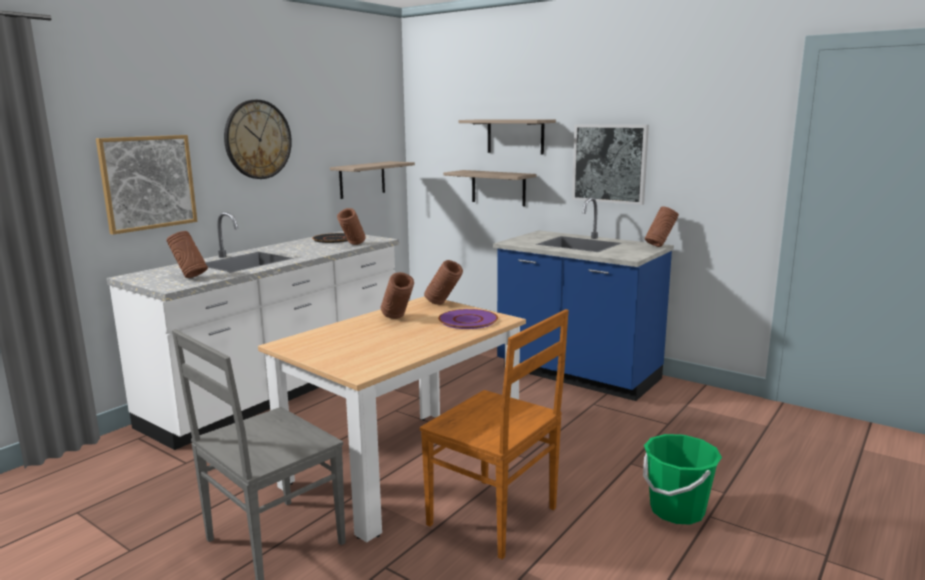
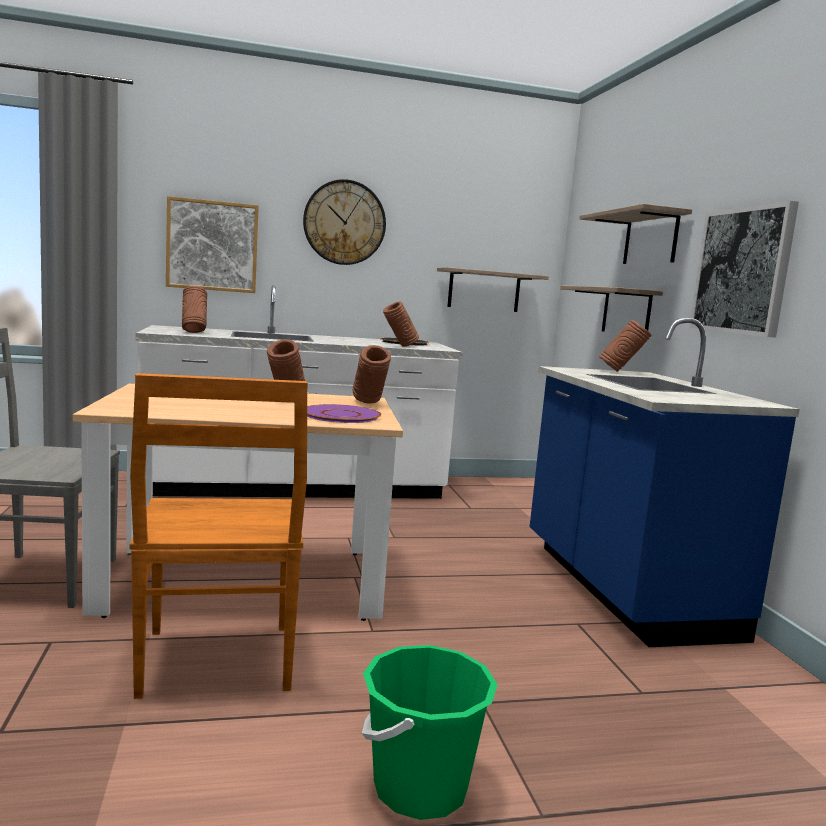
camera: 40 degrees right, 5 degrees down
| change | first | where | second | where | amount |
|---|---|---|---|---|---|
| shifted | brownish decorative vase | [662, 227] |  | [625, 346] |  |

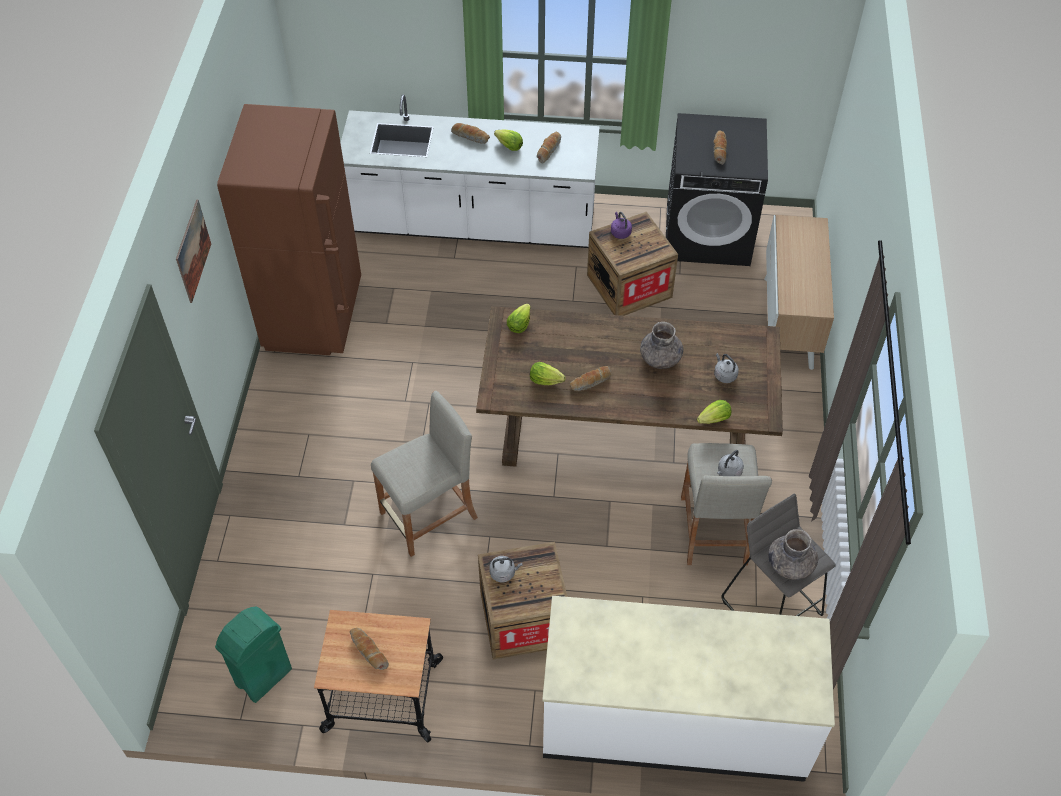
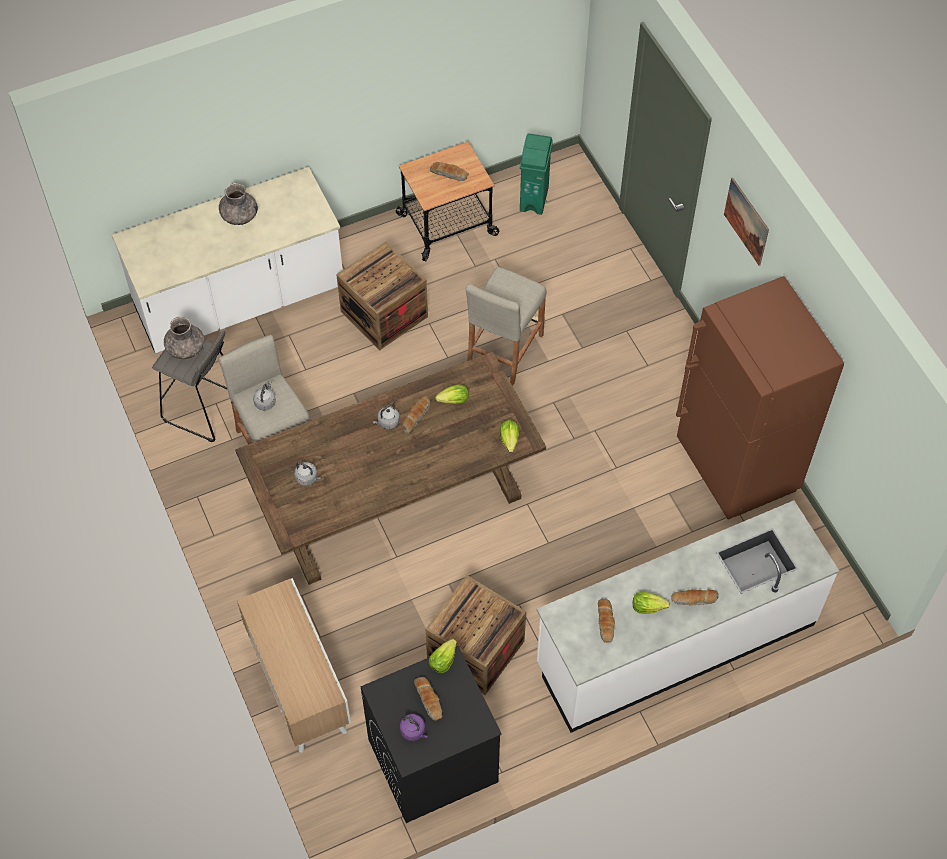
camera: 150 degrees right, 5 degrees up
| change | first | where | second | where | amount |
|---|---|---|---|---|---|
| shifted | gray tea kettle | [506, 569] |  | [386, 416] |  |
| shifted | purple tea kettle | [621, 225] |  | [413, 727] |  |
| shifted | gray decorative vase | [662, 345] |  | [238, 204] |  |
| shifted | lettuce | [714, 412] |  | [443, 656] |  |

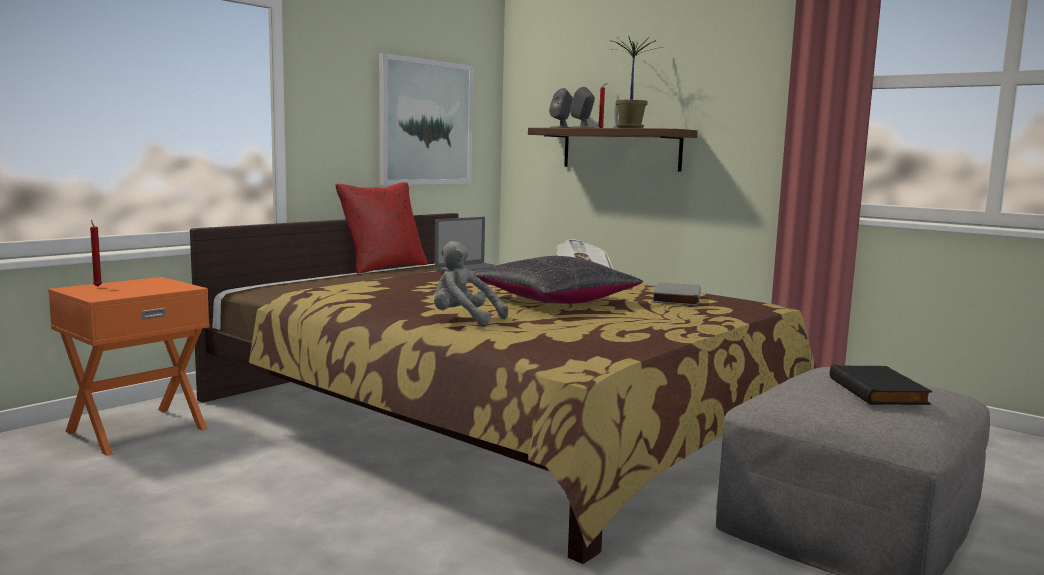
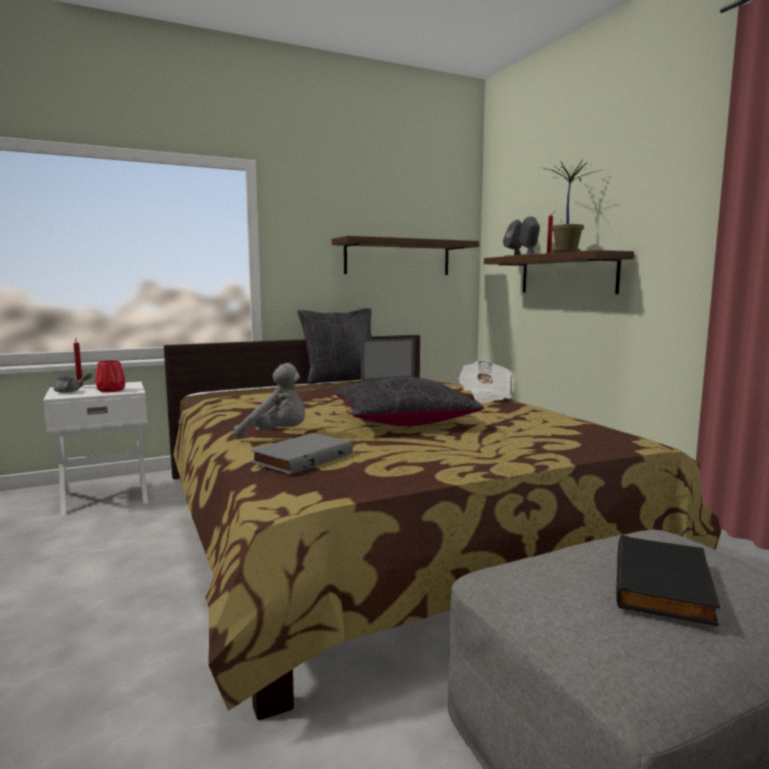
camera: 25 degrees right, 0 degrees up
| change | first | where | second | where | amount |
|---|---|---|---|---|---|
| repainted | orange nightstand | [128, 366] | white nightstand | [95, 449] |  |
| repainted | red cushion | [382, 228] | black cushion | [335, 346] |  |
| swapped | wall picture | [426, 119] | wall shelf | [405, 255] |  |
| rotated | gray plush toy | [471, 283] |  | [269, 401] | 150 degrees clockwise |
| shifted | gray volume | [676, 294] |  | [302, 453] |  |
| new |  |  | gray pot for tea | [73, 382] |  |
| new |  |  | red decorative vase | [110, 376] |  |

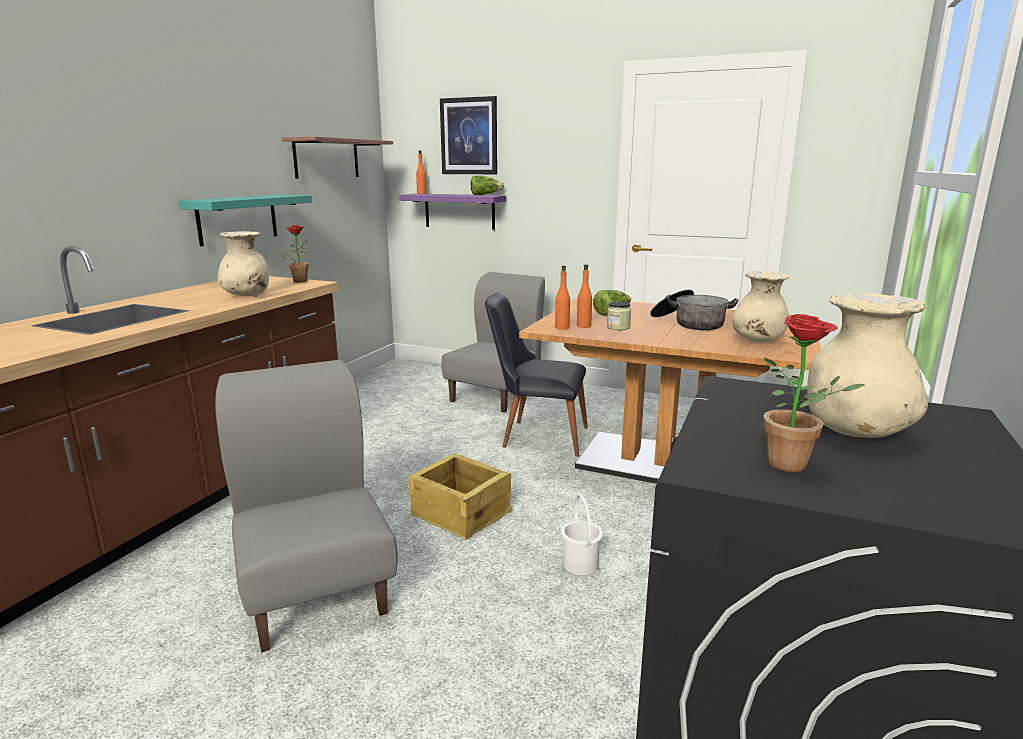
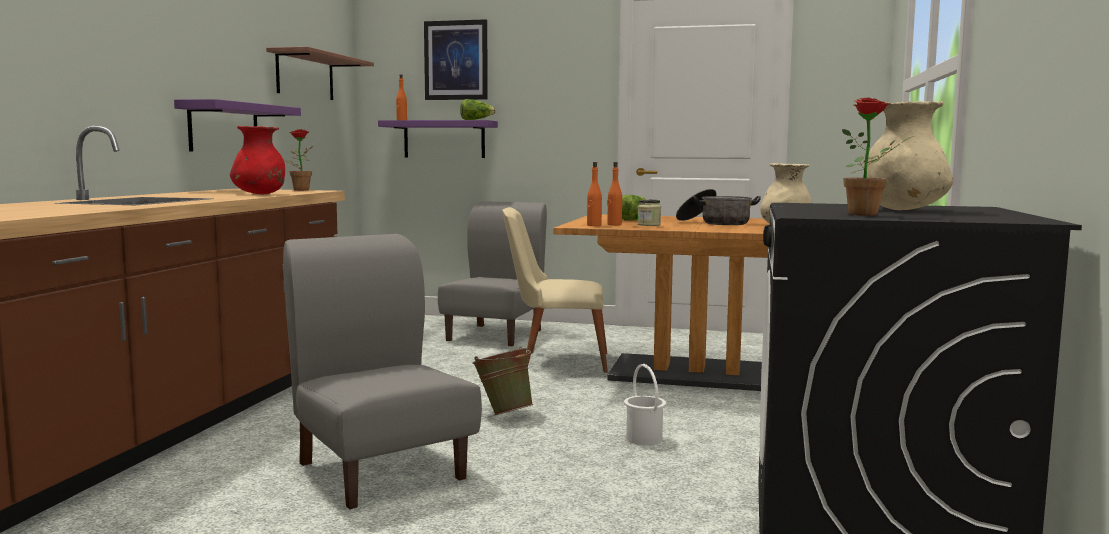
camera: 10 degrees left, 10 degrees down
| change | first | where | second | where | amount |
|---|---|---|---|---|---|
| repainted | turquoise-coloured wall shelf | [245, 221] | purple wall shelf | [237, 125] |  |
| repainted | sand-coloured decorative vase | [243, 263] | red decorative vase | [257, 160] |  |
| swapped | packing crate | [460, 496] | green water bucket | [502, 381] |  |
| repainted | black plain chair | [536, 374] | sand-coloured plain chair | [555, 290] |  |

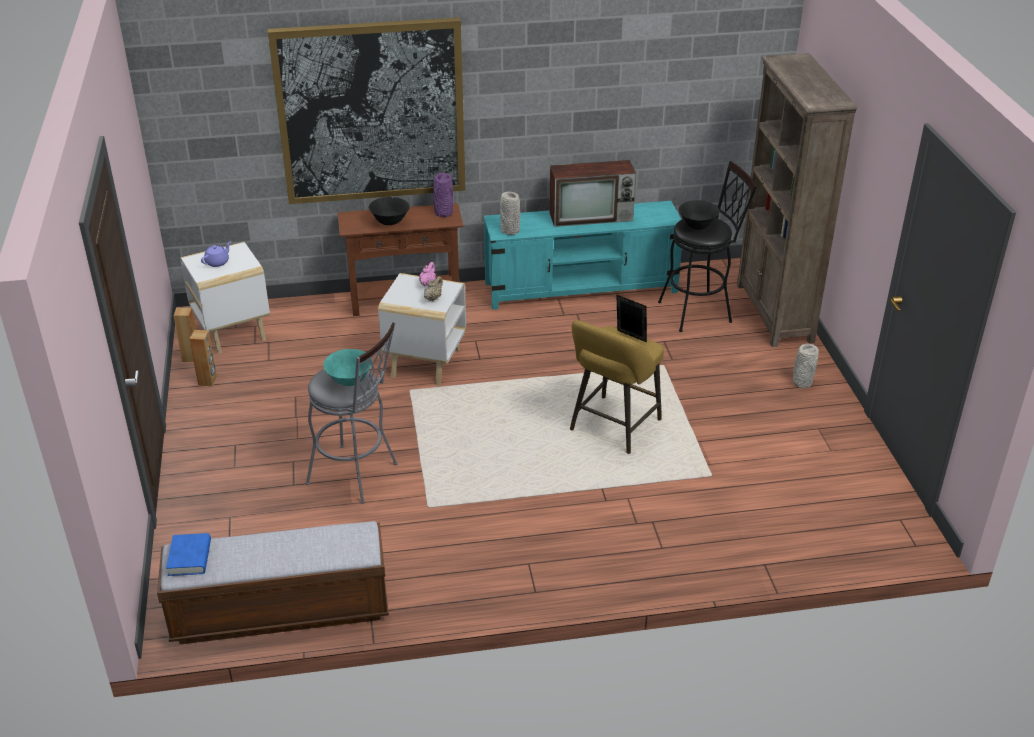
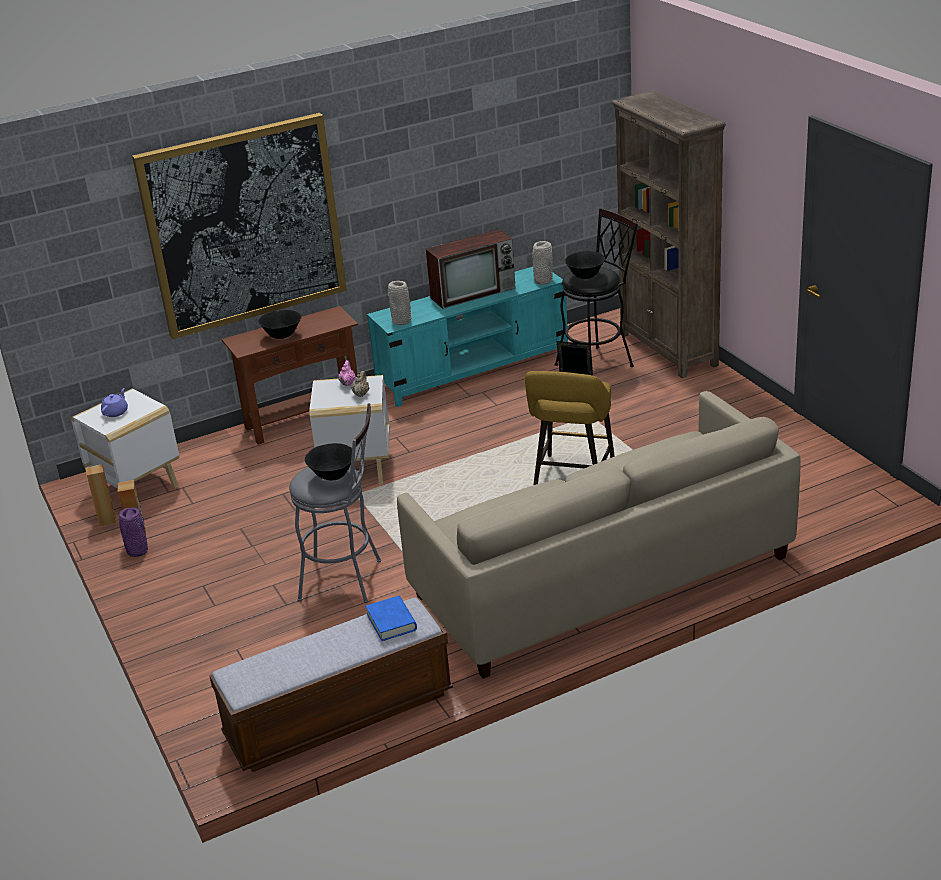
camera: 15 degrees left, 5 degrees down
| change | first | where | second | where | amount |
|---|---|---|---|---|---|
| shifted | bluish volume | [188, 554] |  | [391, 618] |  |
| repainted | turquoise-coloured serving bowl | [347, 367] | black serving bowl | [328, 462] |  |
| shifted | purple decorative vase | [443, 195] |  | [133, 532] |  |
| shifted | gray decorative vase | [806, 365] |  | [543, 263] |  |
| new |  |  | sand-coloured settee | [599, 535] |  |

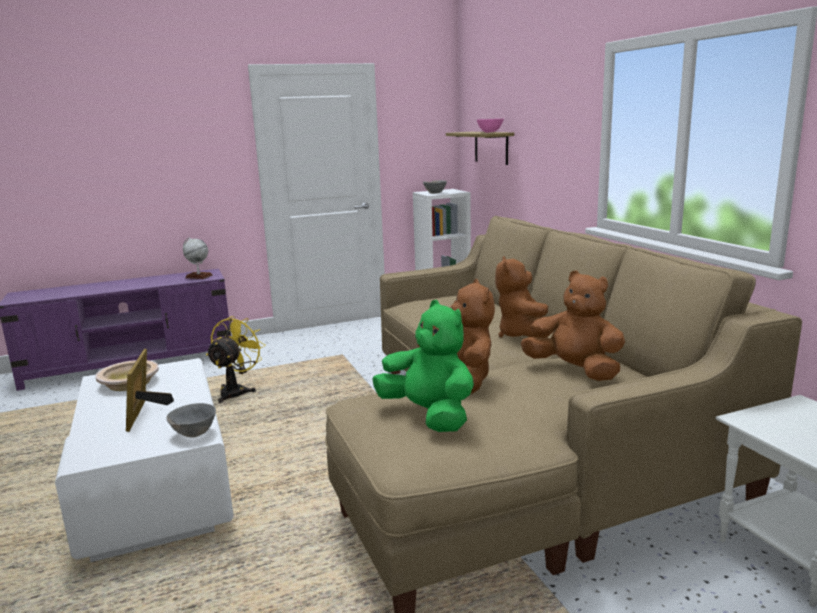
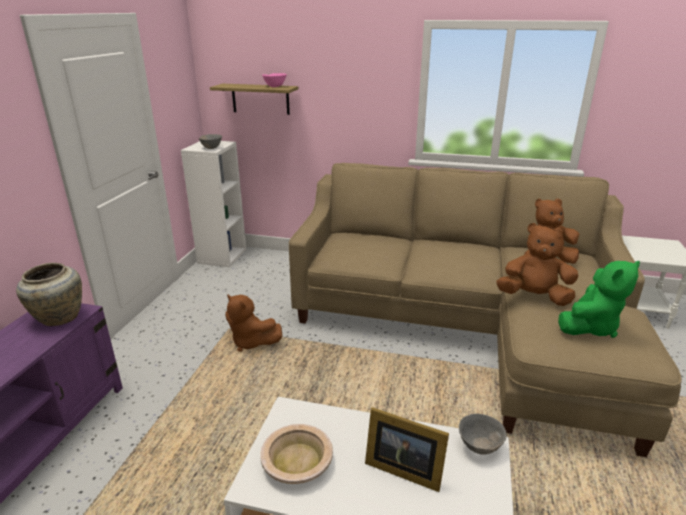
camera: 55 degrees left, 10 degrees up
| change | first | where | second | where | amount |
|---|---|---|---|---|---|
| swapped | world globe | [198, 258] | sand-coloured decorative vase | [49, 294] |  |
| gone | yellowish electric fan | [236, 359] |  |  |  |
| rotated | green plush toy | [423, 366] |  | [599, 299] | 150 degrees clockwise |
| shifted | brownish plush toy | [524, 297] |  | [253, 323] |  |

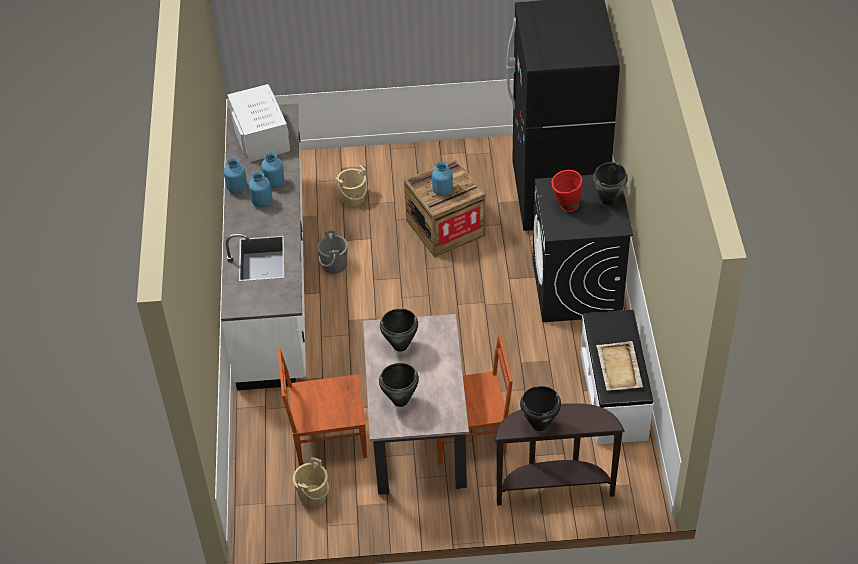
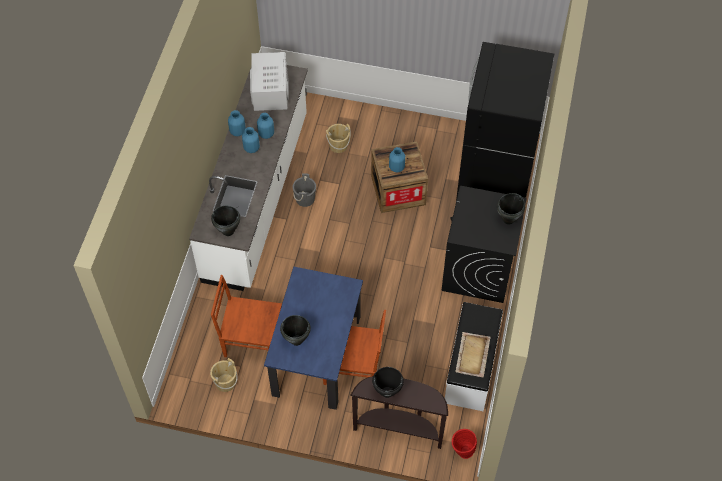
camera: 15 degrees right, 10 degrees up
| change | first | where | second | where | amount |
|---|---|---|---|---|---|
| repainted | sand-coloured dining table | [416, 404] | bluish dining table | [313, 338] |  |
| shifted | black stockpot | [399, 330] |  | [225, 221] |  |
| shifted | red decorative vase | [567, 191] |  | [464, 444] |  |

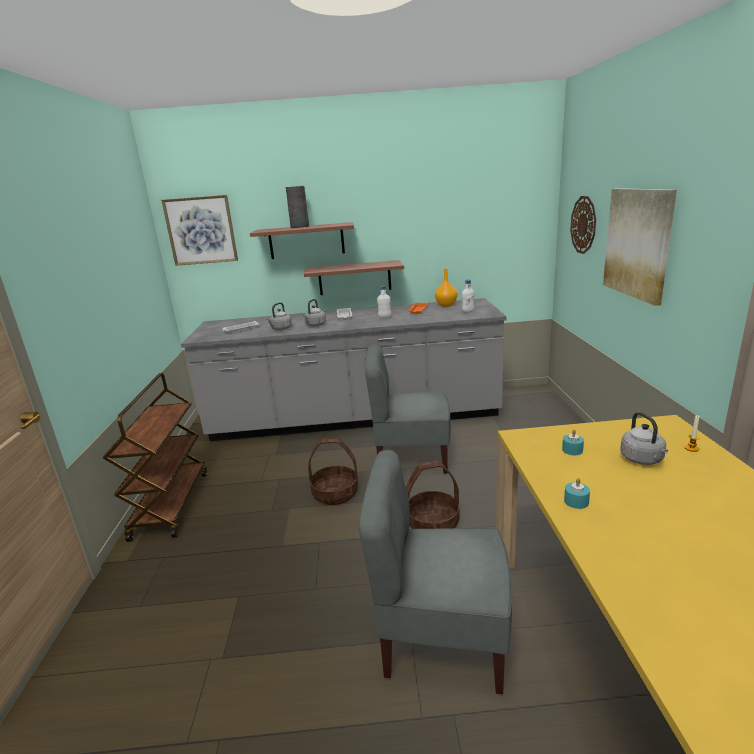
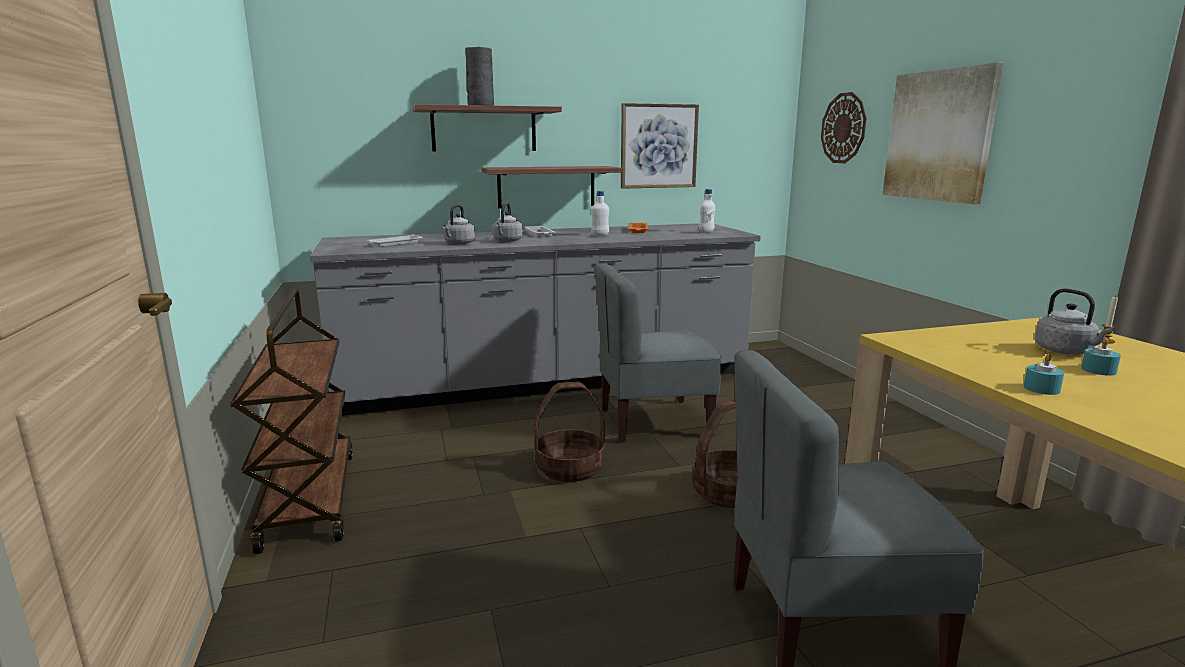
camera: 15 degrees left, 5 degrees down
| change | first | where | second | where | amount |
|---|---|---|---|---|---|
| shifted | wall picture | [199, 230] |  | [660, 146] |  |
| gone | orange decorative vase | [446, 288] |  |  |  |
| shifted | turquoise-coloured wax candle | [573, 442] |  | [1101, 357] |  |

